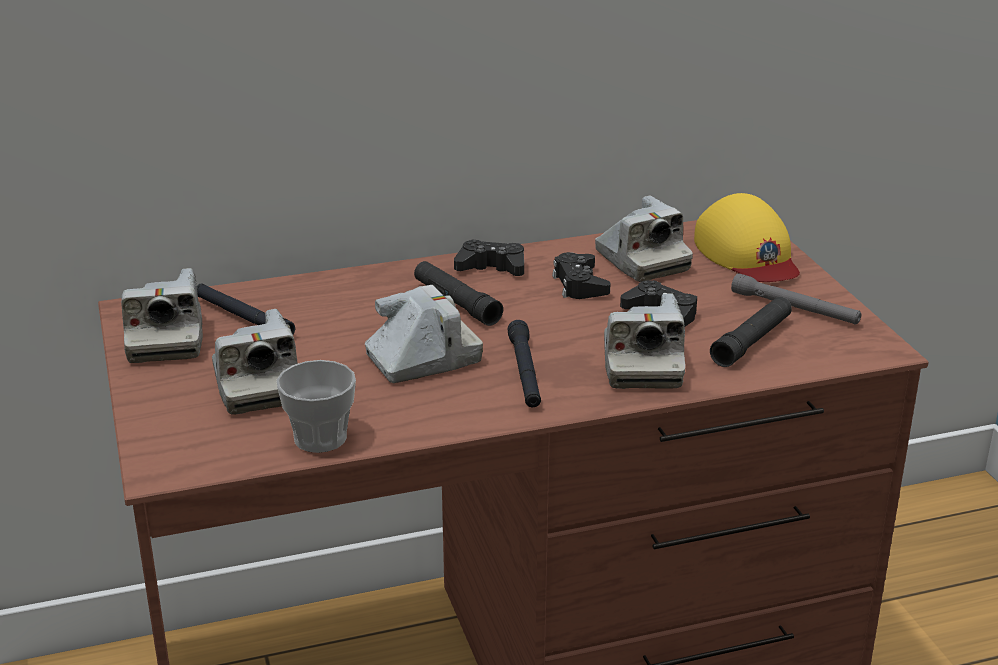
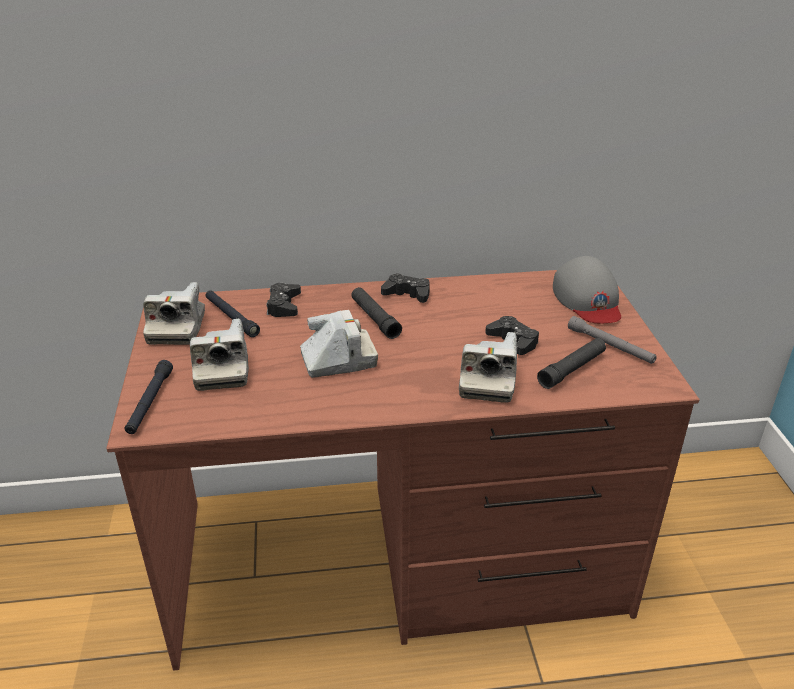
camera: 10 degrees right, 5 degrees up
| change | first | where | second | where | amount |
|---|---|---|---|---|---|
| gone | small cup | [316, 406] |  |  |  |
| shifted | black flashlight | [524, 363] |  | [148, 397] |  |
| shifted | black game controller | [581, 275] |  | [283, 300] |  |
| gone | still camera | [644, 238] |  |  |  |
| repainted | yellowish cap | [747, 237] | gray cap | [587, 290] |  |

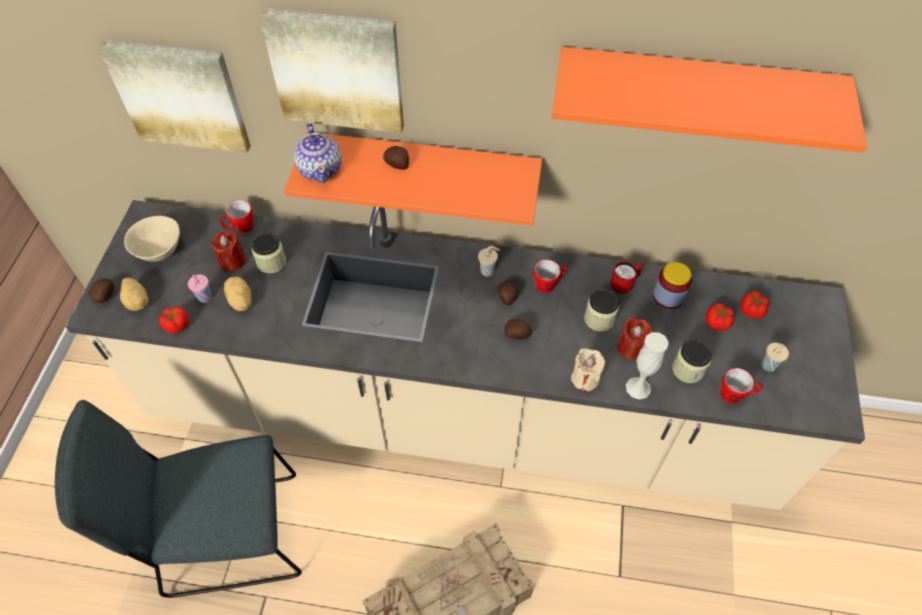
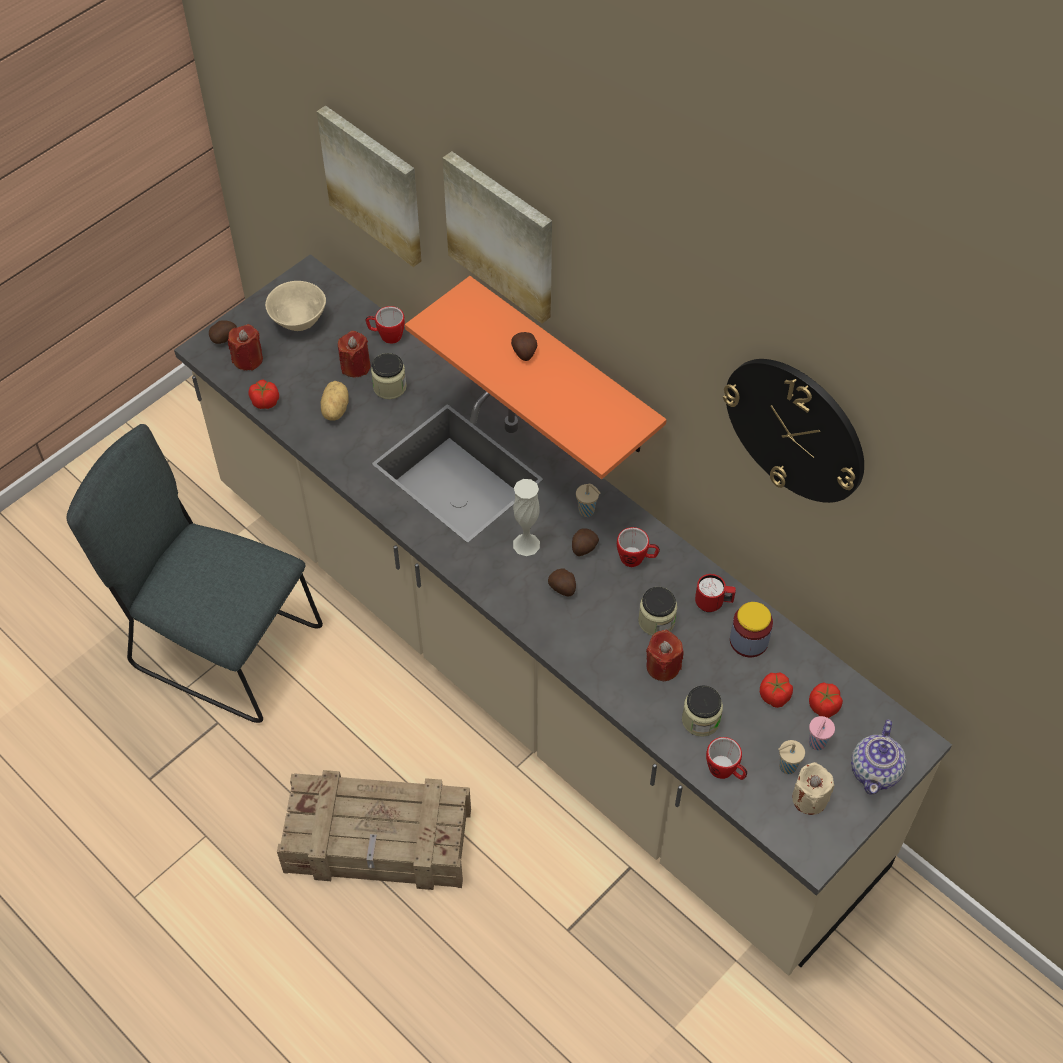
camera: 35 degrees right, 0 degrees up
| change | first | where | second | where | amount |
|---|---|---|---|---|---|
| swapped | whole potato | [134, 294] | red wax candle | [245, 347] |  |
| shifted | pink small cup | [200, 288] |  | [822, 733] |  |
| shifted | pot for tea | [317, 153] |  | [879, 757] |  |
| swapped | orange wall shelf | [709, 100] | wall clock | [793, 431] |  |
| shifted | sand-coloured wax candle | [588, 369] |  | [813, 788] |  |
| shifted | white decorative vase | [647, 366] |  | [526, 517] |  |

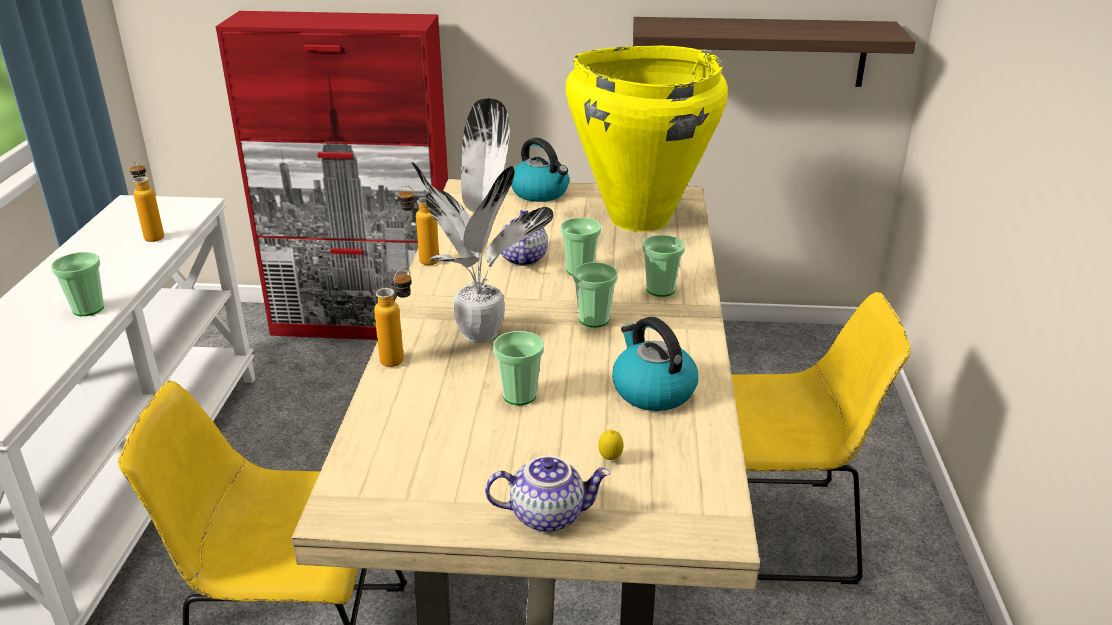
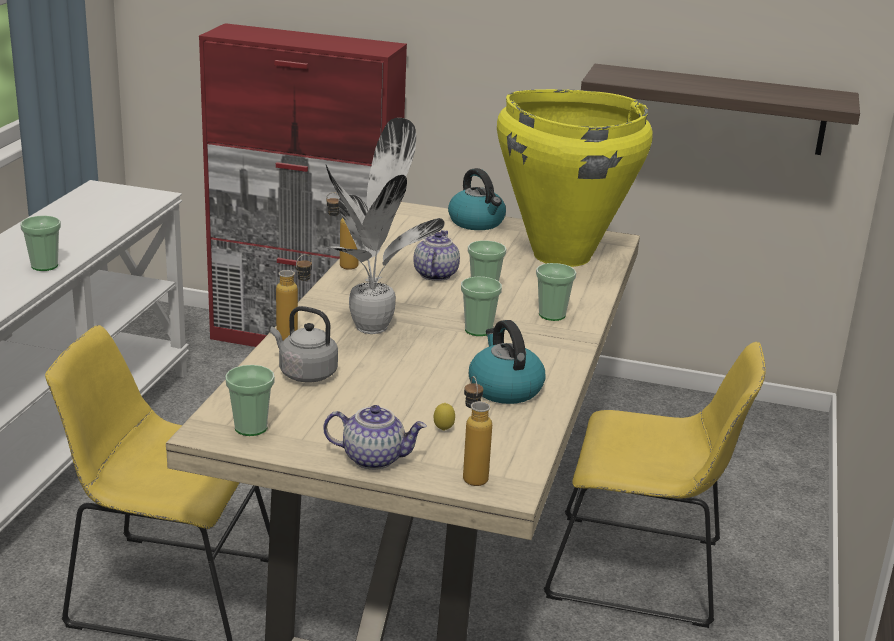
camera: 10 degrees right, 5 degrees down
| change | first | where | second | where | amount |
|---|---|---|---|---|---|
| shifted | bottle | [147, 200] |  | [477, 431] |  |
| shifted | small cup | [518, 368] |  | [250, 400] |  |
| new |  |  | gray tea kettle | [304, 344] |  |

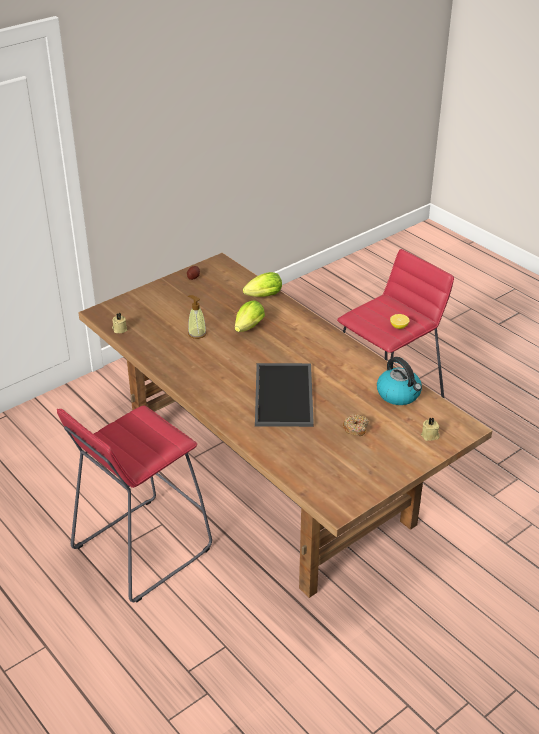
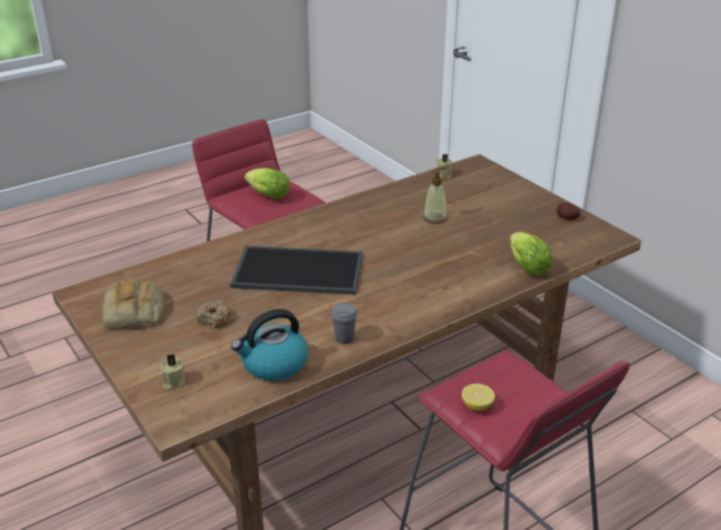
camera: 95 degrees right, 5 degrees down
| change | first | where | second | where | amount |
|---|---|---|---|---|---|
| shifted | lettuce | [250, 316] |  | [267, 184] |  |
| new |  |  | bakery bread | [133, 304] |  |
| new |  |  | gray small cup | [344, 323] |  |

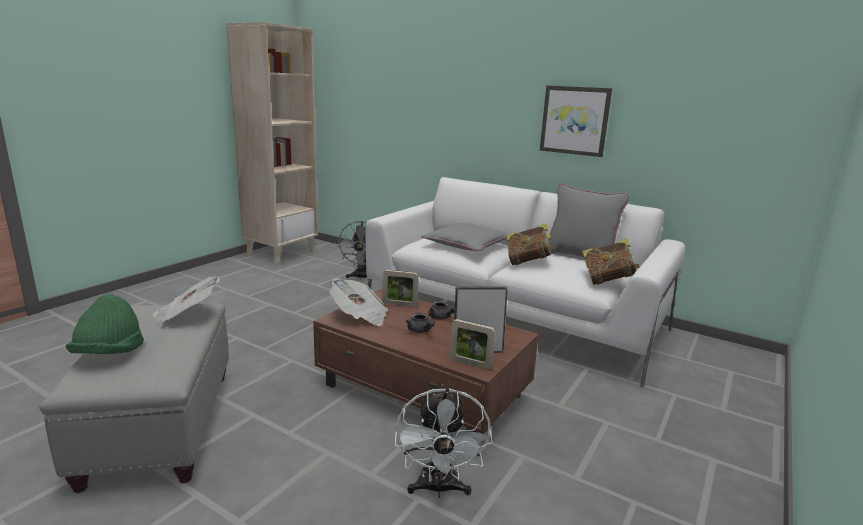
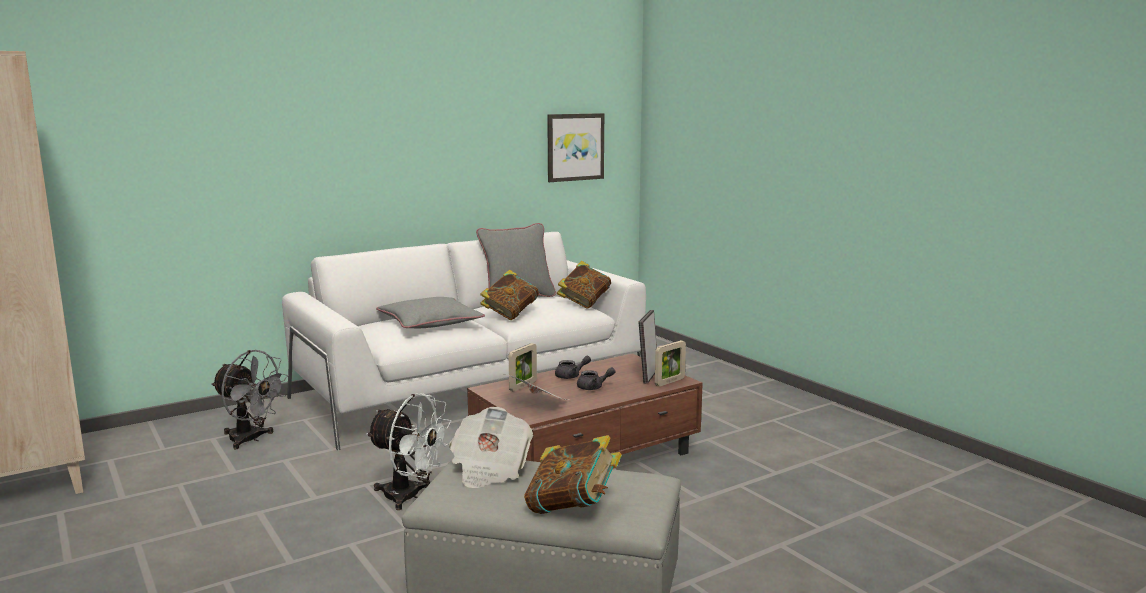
camera: 65 degrees left, 5 degrees down
| change | first | where | second | where | amount |
|---|---|---|---|---|---|
| swapped | green clothing hat | [105, 324] | volume | [573, 474] |  |
| shifted | white electric fan | [444, 441] |  | [409, 451] |  |
| shifted | wall picture | [576, 121] |  | [575, 147] |  |

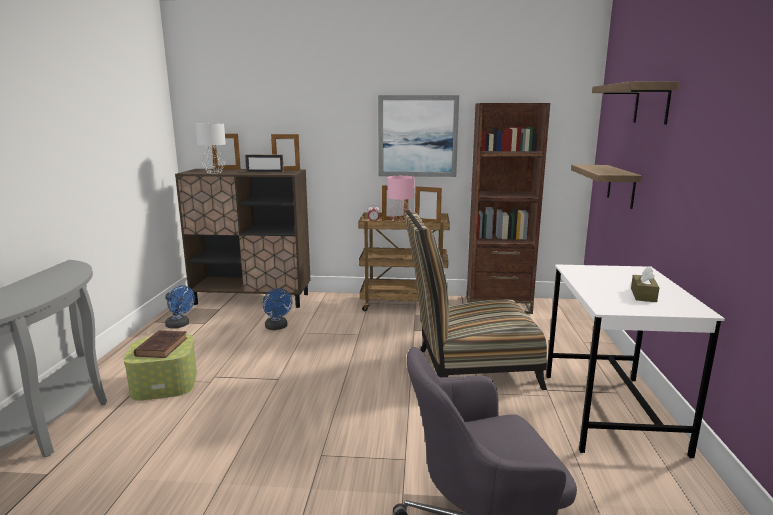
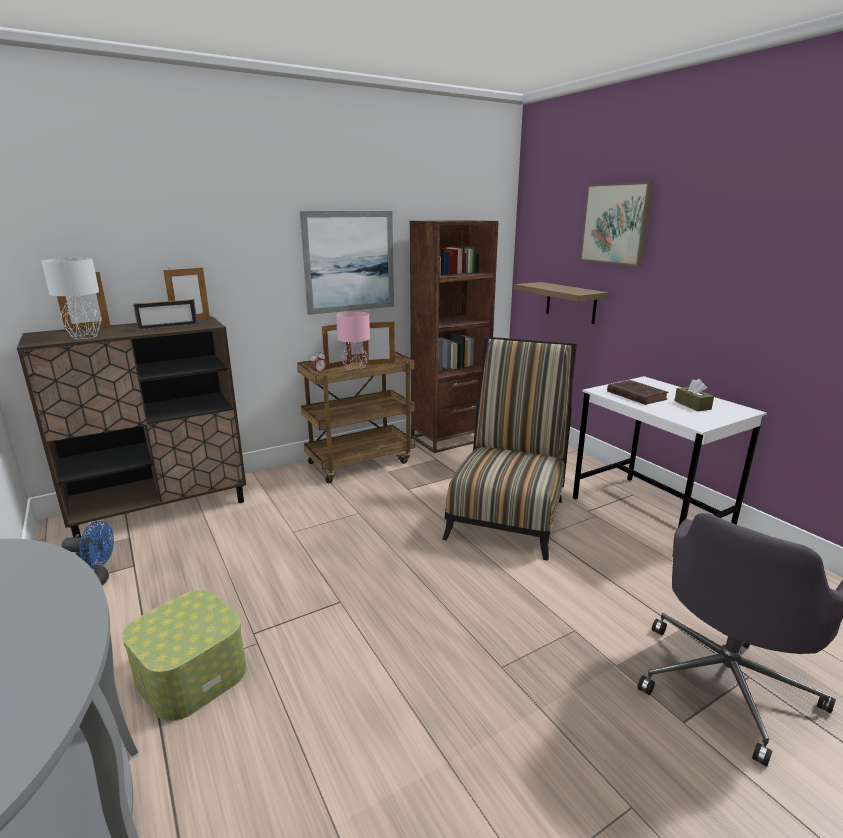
camera: 35 degrees left, 5 degrees up
| change | first | where | second | where | amount |
|---|---|---|---|---|---|
| shifted | brownish volume | [160, 344] |  | [638, 392] |  |
| gone | bluish electric fan | [277, 309] |  |  |  |
| rotated | plain chair | [476, 300] |  | [509, 449] | 150 degrees clockwise |
| swapped | wall shelf | [636, 103] | wall picture | [616, 224] |  |

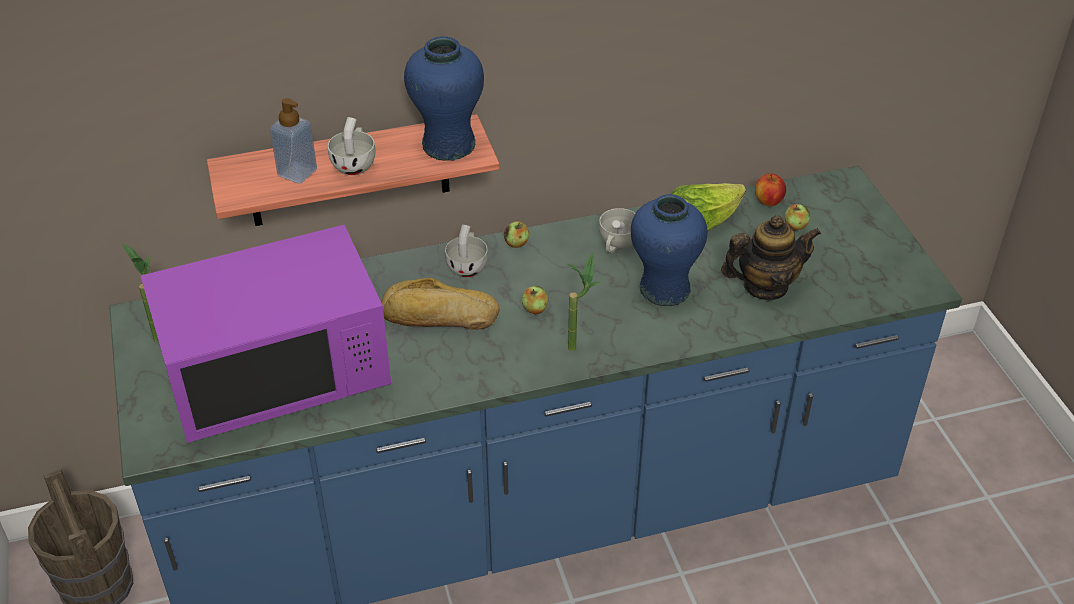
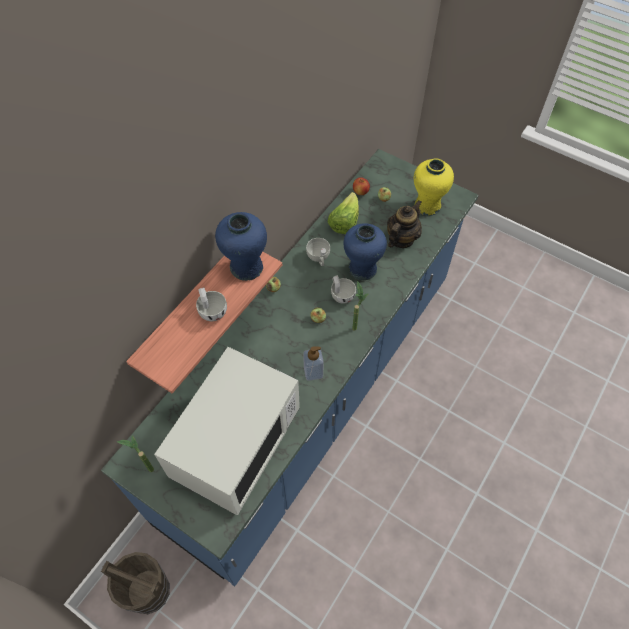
camera: 40 degrees left, 15 degrees up
| change | first | where | second | where | amount |
|---|---|---|---|---|---|
| repainted | purple microwave oven | [266, 334] | white microwave oven | [227, 431] |  |
| shifted | liquid soap bottle | [293, 141] |  | [313, 363] |  |
| gone | bakery bread | [440, 304] |  |  |  |
| shifted | white small cup | [466, 250] |  | [343, 289] |  |
| new |  |  | yellowish decorative vase | [434, 187] |  |

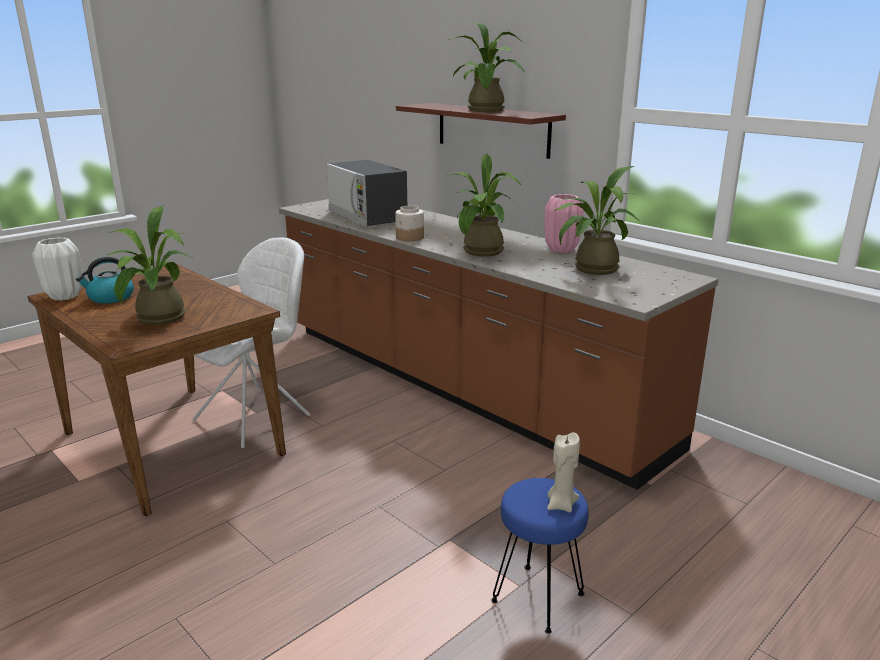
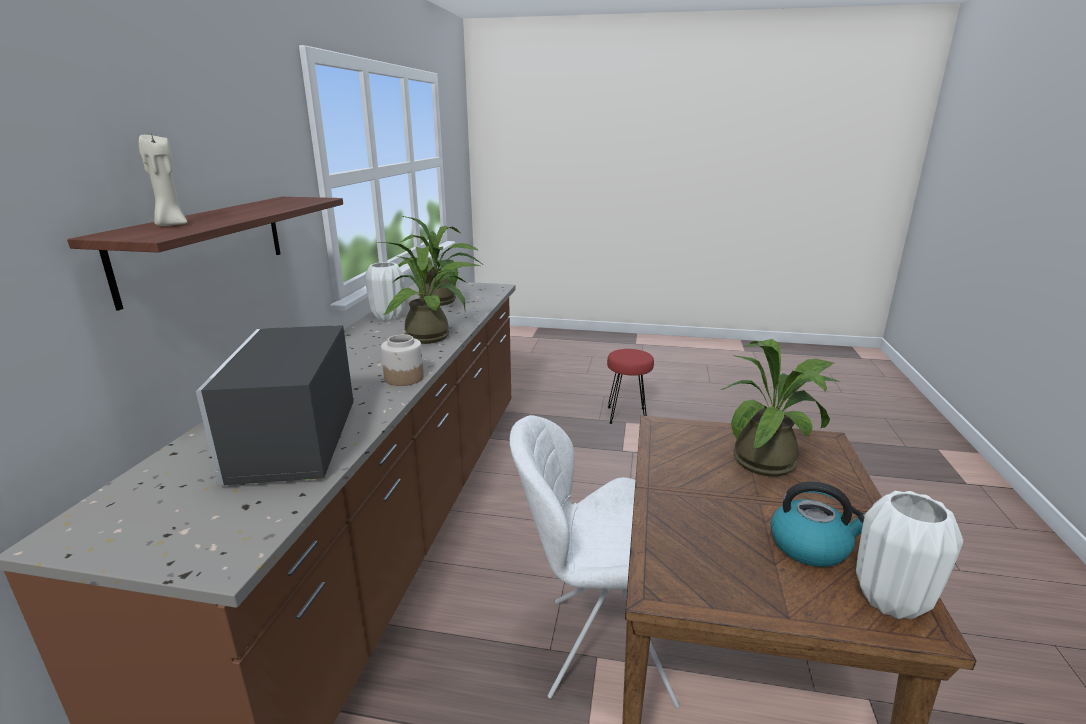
camera: 125 degrees left, 0 degrees up
| change | first | where | second | where | amount |
|---|---|---|---|---|---|
| rotated | microwave oven | [367, 193] |  | [275, 405] | 150 degrees clockwise |
| gone | plant in a pot | [486, 66] |  |  |  |
| repainted | bluish stool seat | [539, 556] | red stool seat | [630, 386] |  |
| repainted | pink decorative vase | [564, 223] | white decorative vase | [385, 291] |  |
| shifted | sand-coloured wax candle | [563, 472] |  | [163, 179] |  |

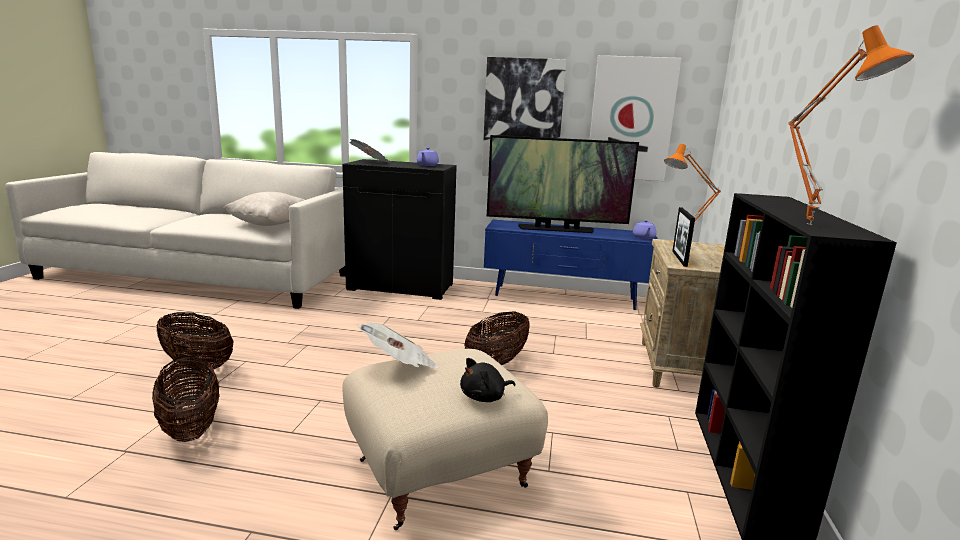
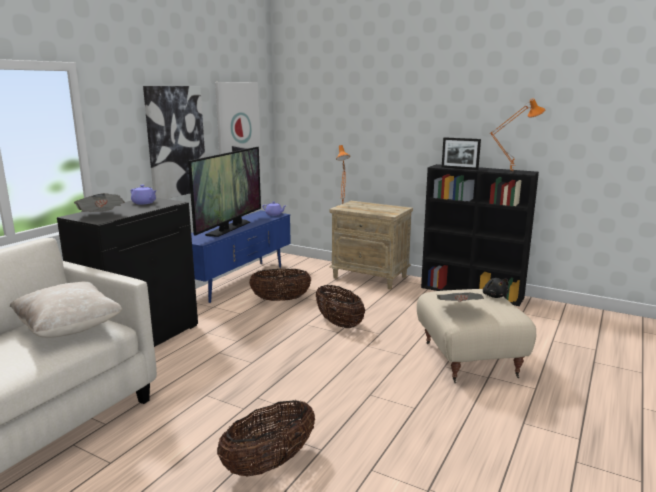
camera: 70 degrees left, 0 degrees up
| change | first | where | second | where | amount |
|---|---|---|---|---|---|
| shifted | basket | [186, 398] |  | [280, 285] |  |
| shifted | photo frame | [683, 237] |  | [461, 153] |  |

